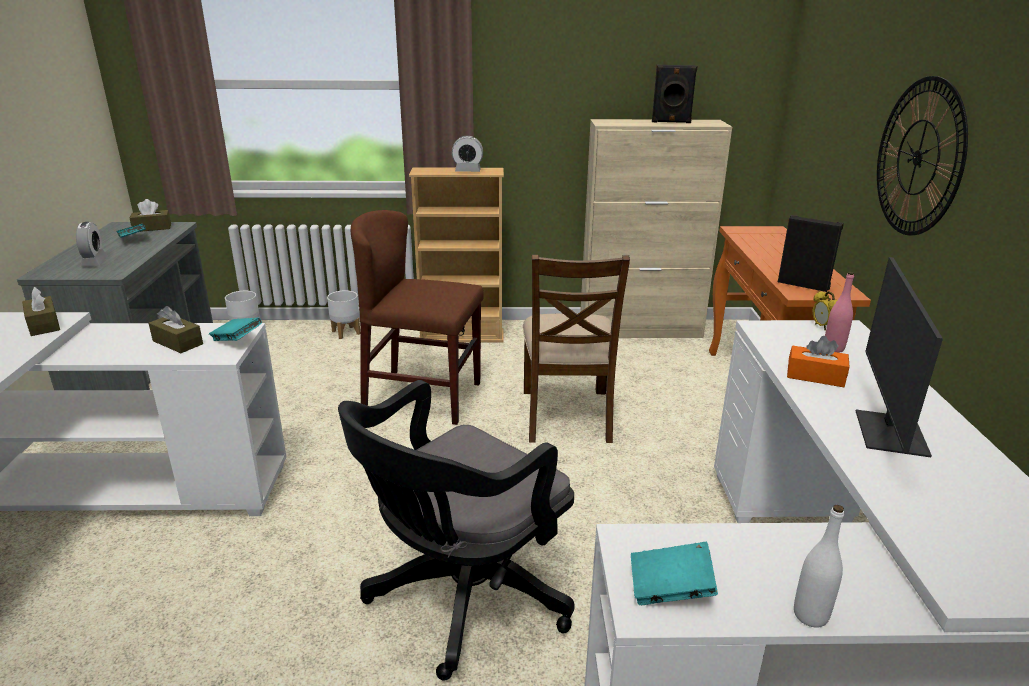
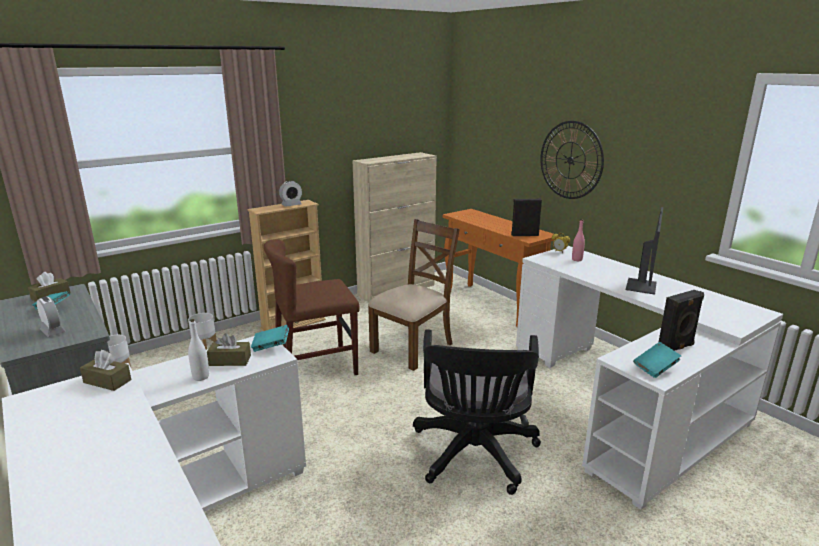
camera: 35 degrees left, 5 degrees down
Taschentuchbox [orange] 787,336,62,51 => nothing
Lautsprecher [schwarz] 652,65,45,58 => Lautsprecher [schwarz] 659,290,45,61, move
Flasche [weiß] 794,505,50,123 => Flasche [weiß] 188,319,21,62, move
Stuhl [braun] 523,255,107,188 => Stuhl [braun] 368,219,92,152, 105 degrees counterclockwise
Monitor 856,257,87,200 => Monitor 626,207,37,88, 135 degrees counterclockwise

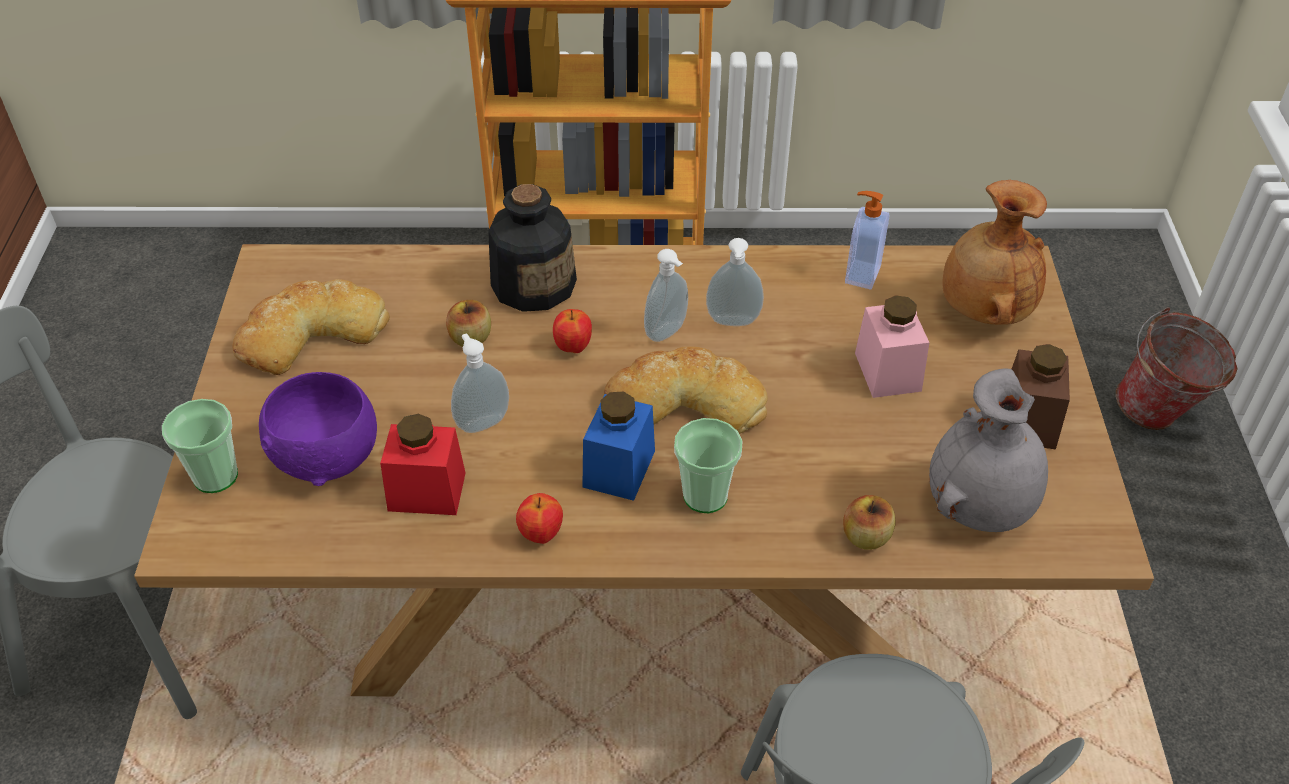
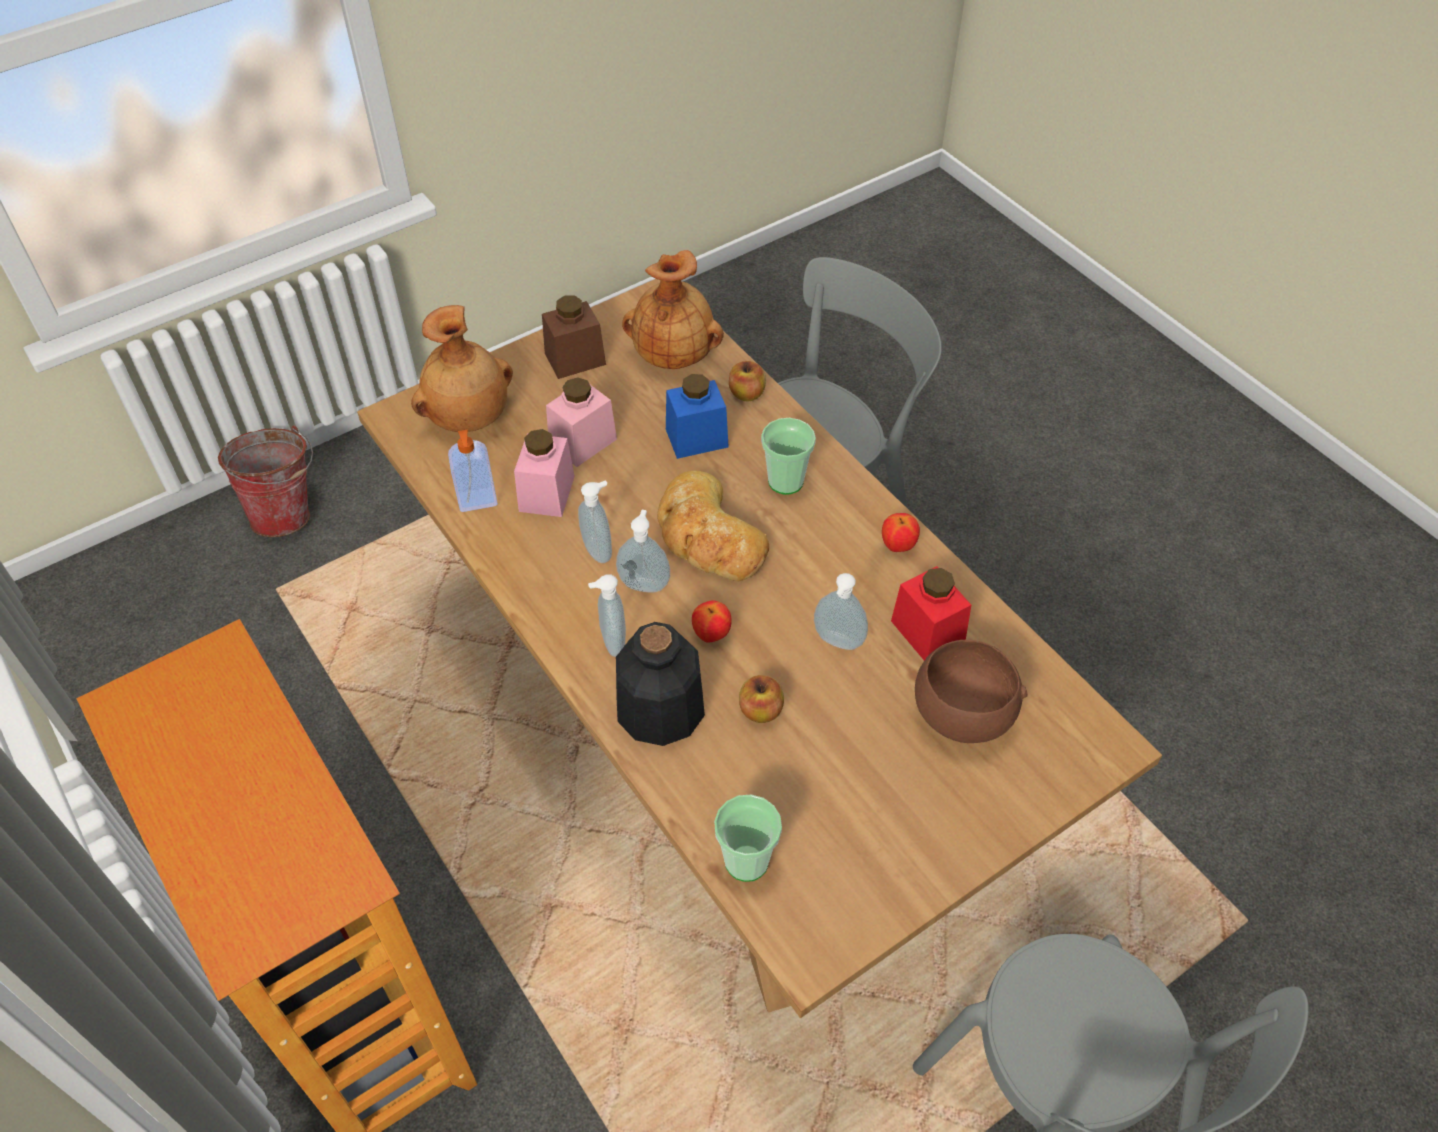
camera: 125 degrees left, 5 degrees up
Brot 232,279,158,96 => nothing
nothing => Vorratsglas [rosa] 514,429,60,88
nothing => Seifenspender 588,574,38,83
Tasse 162,399,76,94 => Tasse 714,795,68,87, move
Vorratsglas [blau] 582,392,73,109 => Vorratsglas [blau] 666,374,63,85, move
Schüssel [lila] 259,372,118,114 => Schüssel [braun] 915,640,113,103
Vase [grau] 929,368,119,164 => Vase [braun] 622,250,102,119

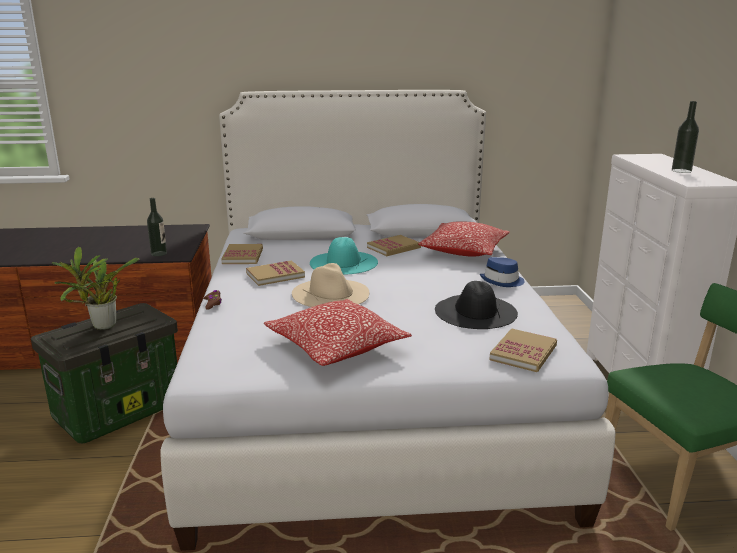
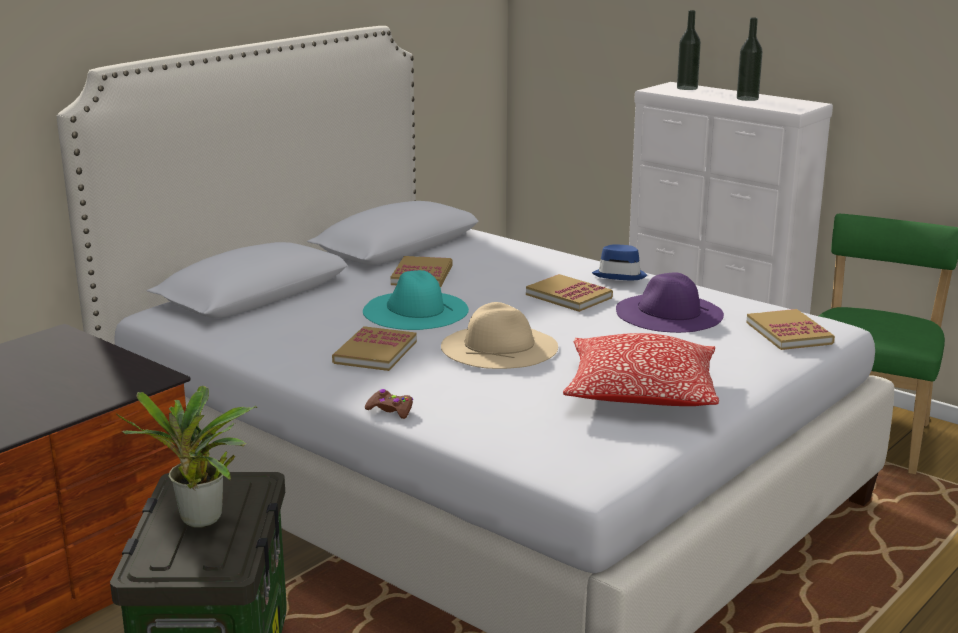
camera: 45 degrees left, 0 degrees up
Kissen 418,221,92,36 => nothing
Flasche 147,198,20,58 => Flasche 677,10,24,80, move
Buch 221,244,42,20 => Buch 526,274,87,38, move
Hut [schwarz] 435,281,83,48 => Hut [lila] 616,273,108,60

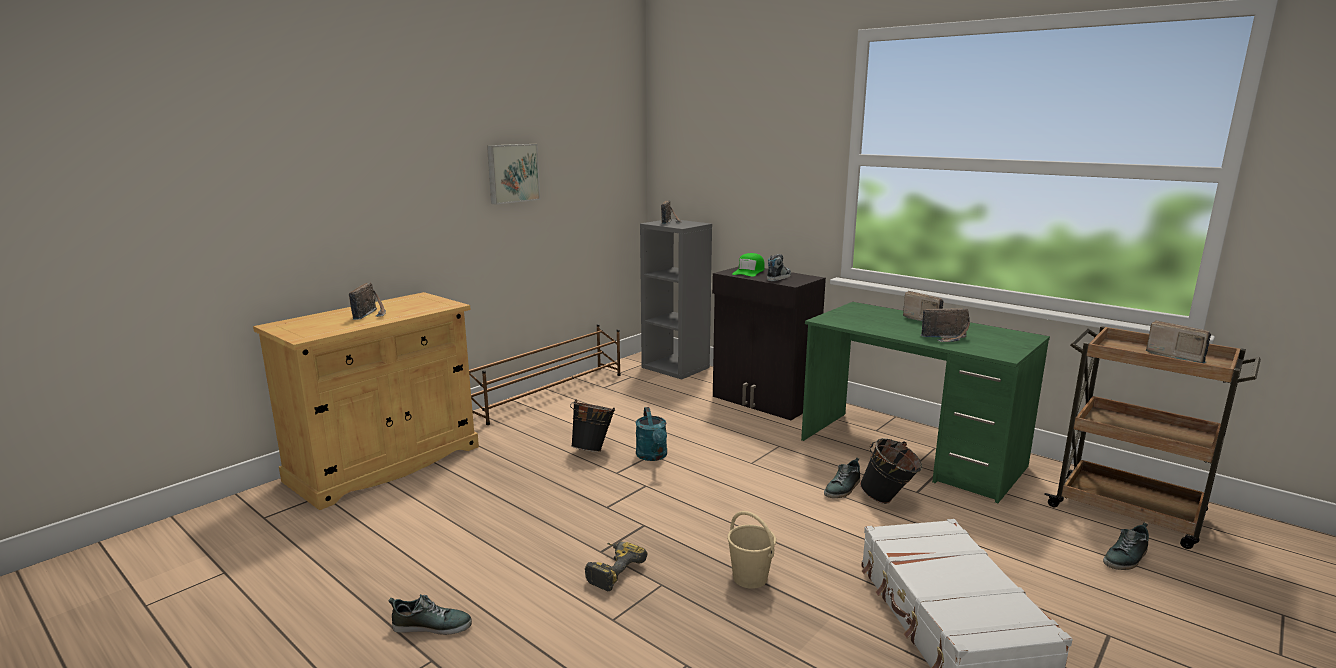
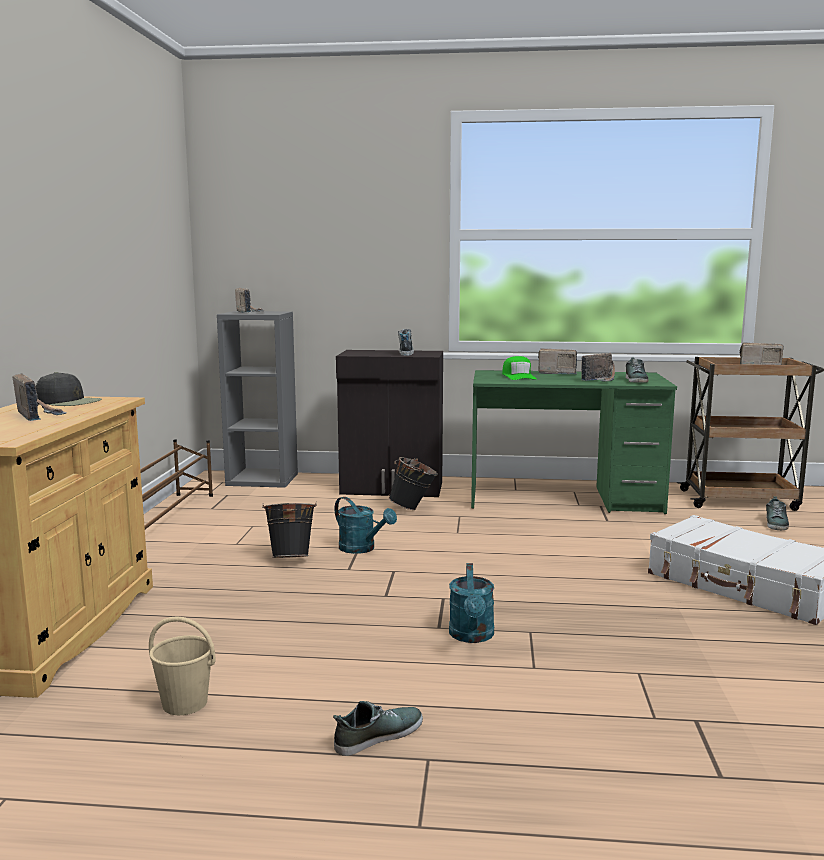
camera: 35 degrees left, 5 degrees down
Bild 487,144,53,61 => nothing
nothing => Kappe [schwarz] 36,372,66,34
Eimer [beige] 728,511,48,78 => Eimer [beige] 149,616,66,99, move
Kappe [grün] 732,253,33,24 => Kappe [grün] 502,356,35,24, move
Schuh 824,458,36,40 => Schuh 626,358,22,25, move
Eimer [schwarz] 860,438,62,66 => Eimer [schwarz] 389,457,49,53, move
Bohrmaschine 585,541,62,50 => Gießkanne [türkis] 449,563,45,80

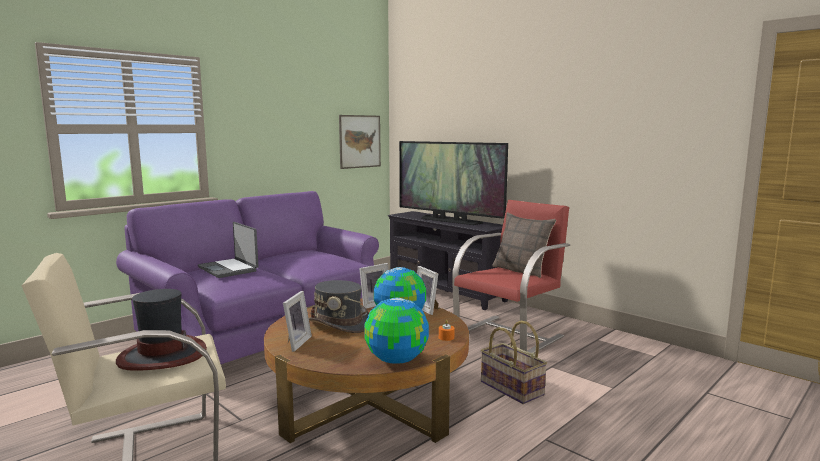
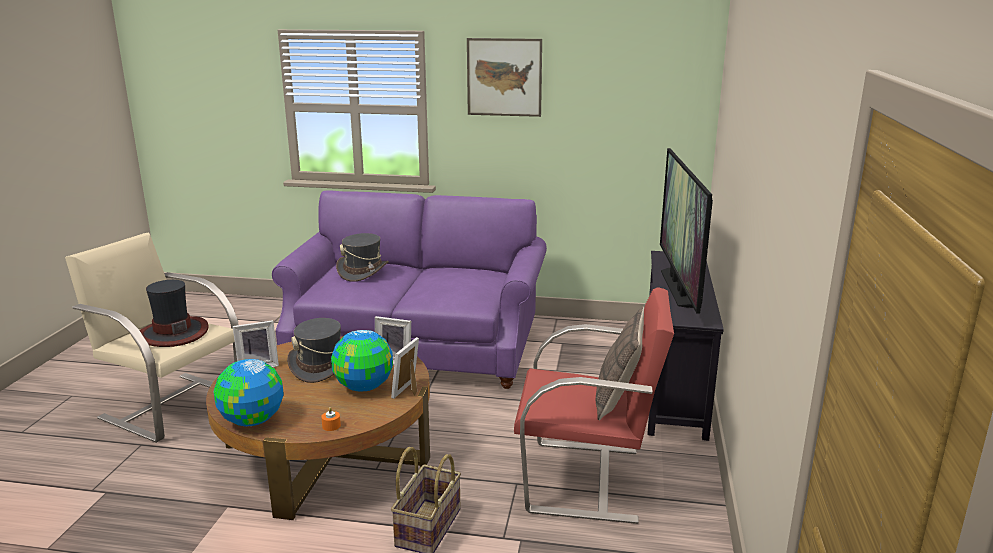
camera: 55 degrees right, 10 degrees up
Bild 339,115,42,54 => Bild 467,38,75,79, move
Laptop 198,222,61,56 => Hut [grau] 336,233,53,49

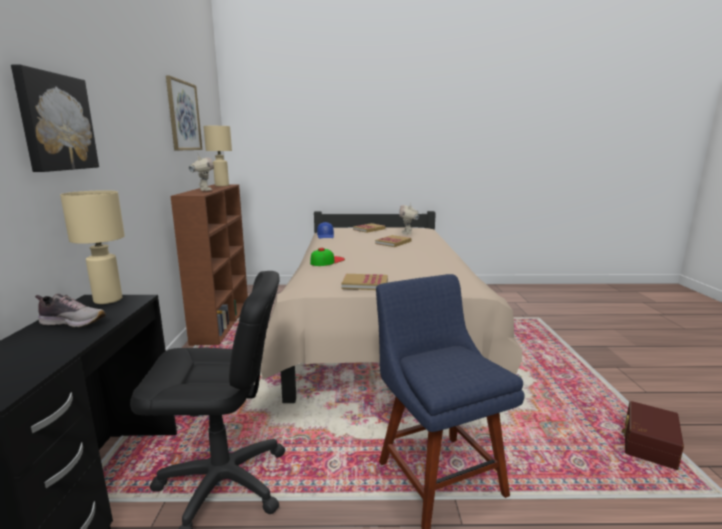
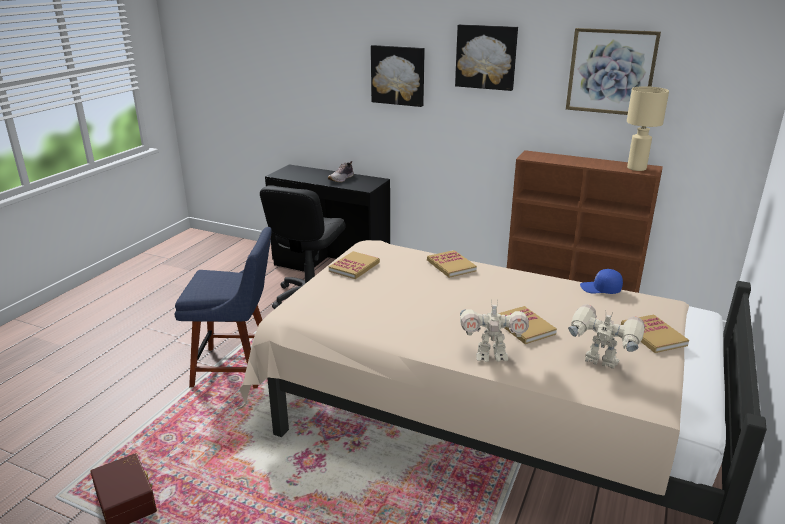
camera: 115 degrees right, 10 degrees up
Tischlampe [beige] 60,190,65,114 => nothing
nothing => Bild 455,24,63,67
Spielzeugroboter 189,152,25,39 => Spielzeugroboter 460,301,69,61, move
Kappe 310,248,35,18 => Buch 427,250,50,28

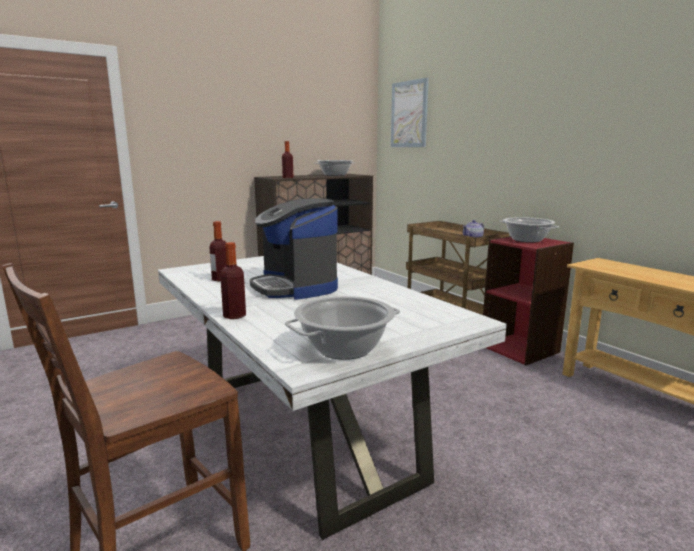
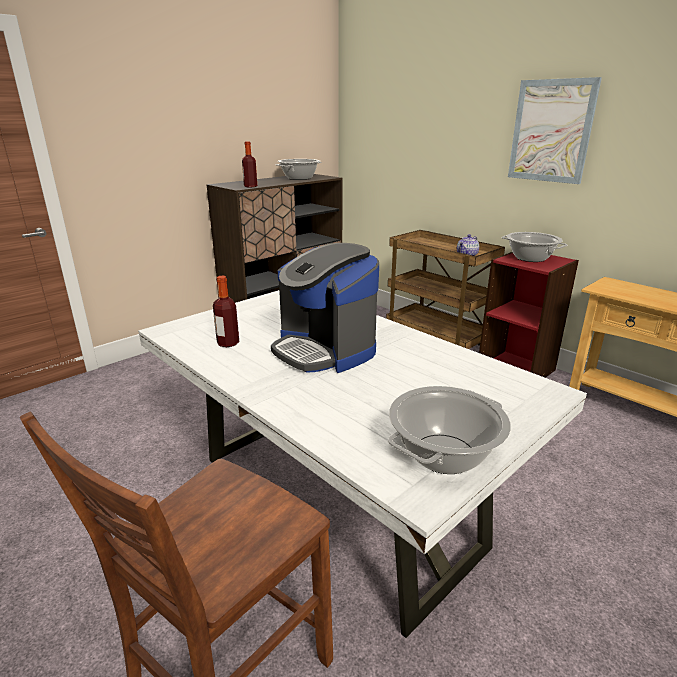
camera: 10 degrees left, 10 degrees up
Flasche 220,242,26,77 => nothing
Bild 391,78,38,69 => Bild 508,77,94,107, move

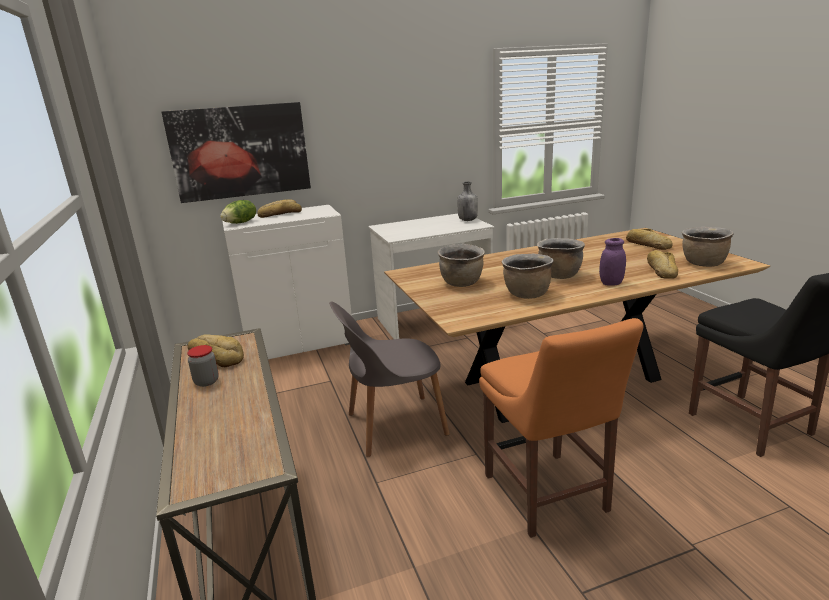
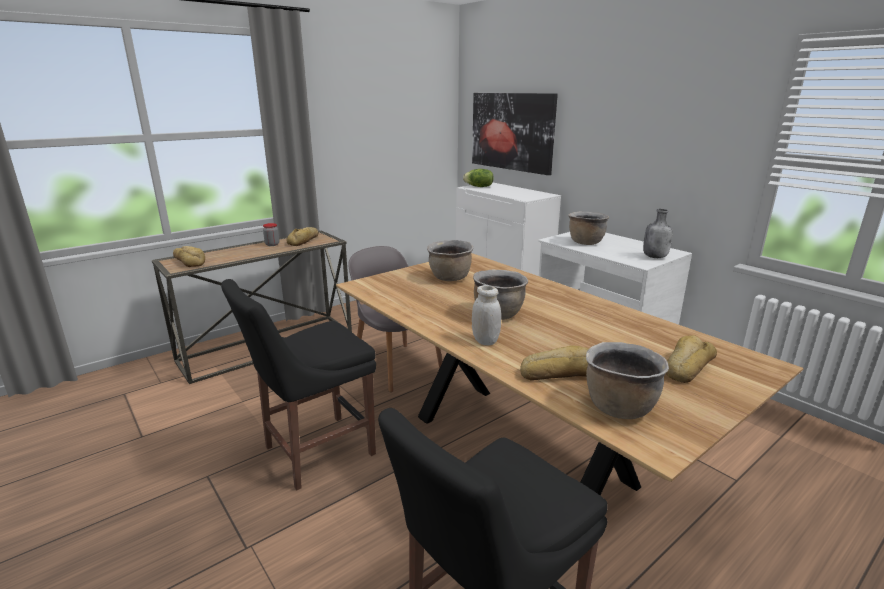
camera: 70 degrees right, 0 degrees up
Brot 257,199,45,19 => Brot 173,246,32,21, move
Kochtopf [braun] 502,253,52,46 => Kochtopf [braun] 568,211,41,34, move
Stuhl [orange] 479,318,165,220 => Stuhl [schwarz] 221,279,155,211
Vorratsglas [lila] 599,238,27,47 => Vorratsglas [weiß] 472,285,29,60

